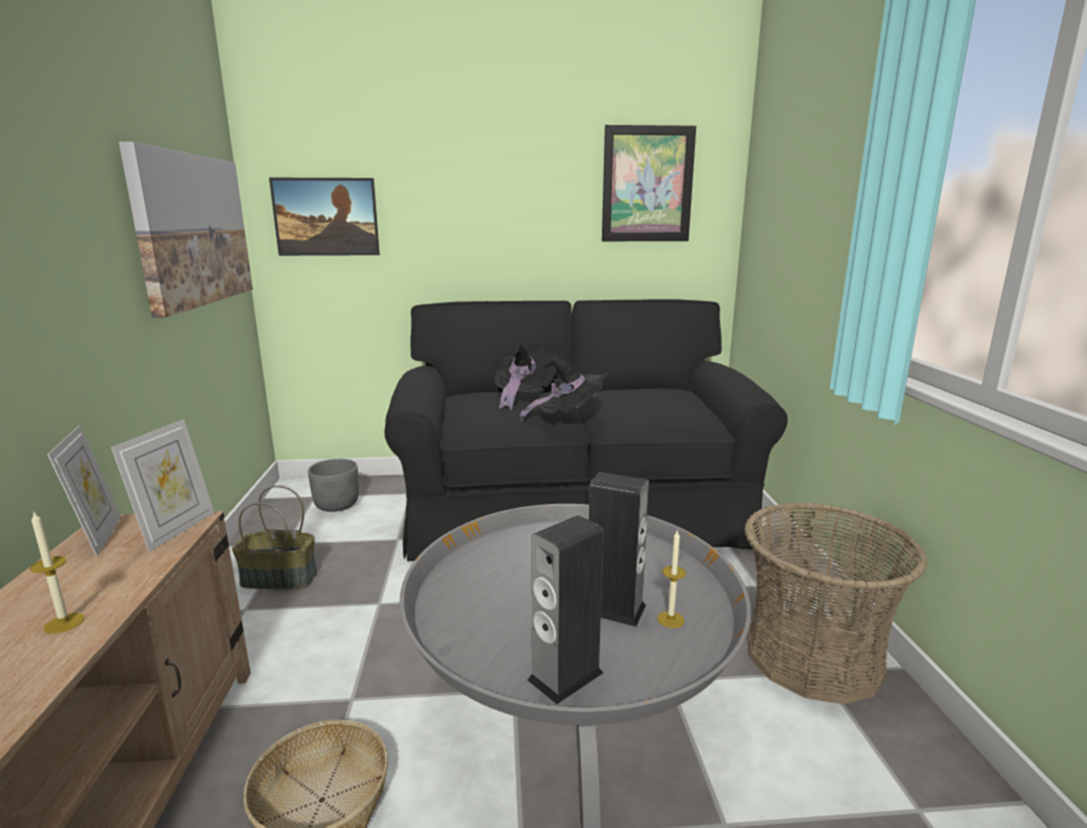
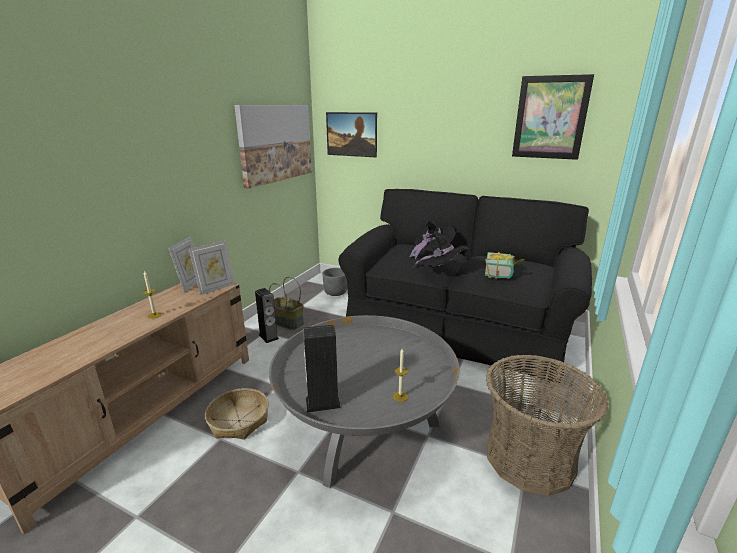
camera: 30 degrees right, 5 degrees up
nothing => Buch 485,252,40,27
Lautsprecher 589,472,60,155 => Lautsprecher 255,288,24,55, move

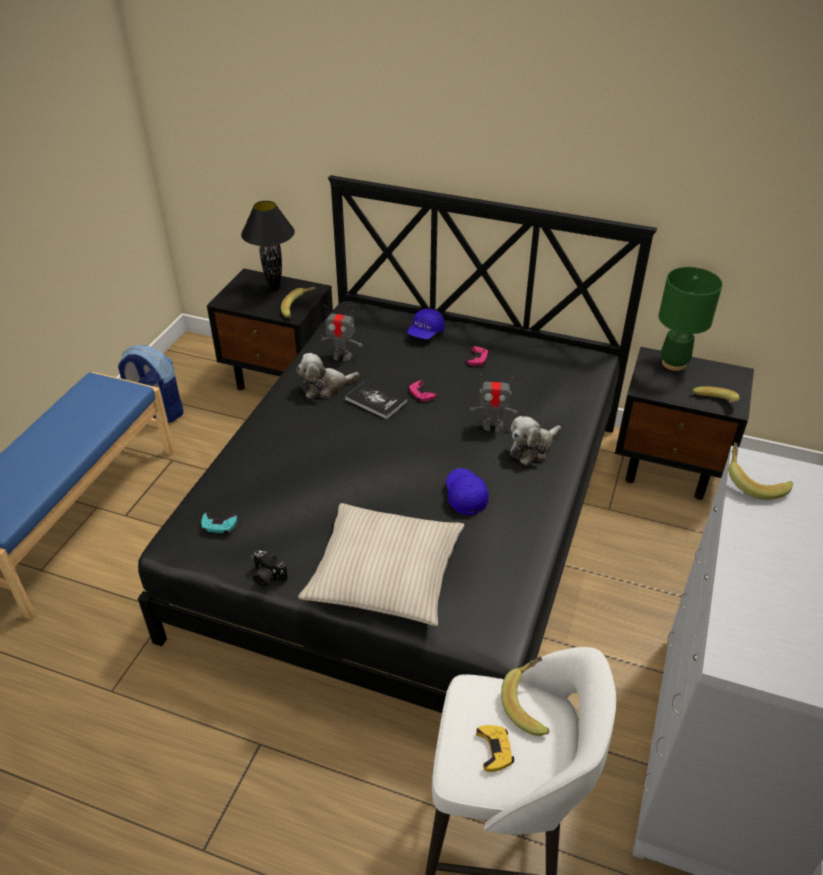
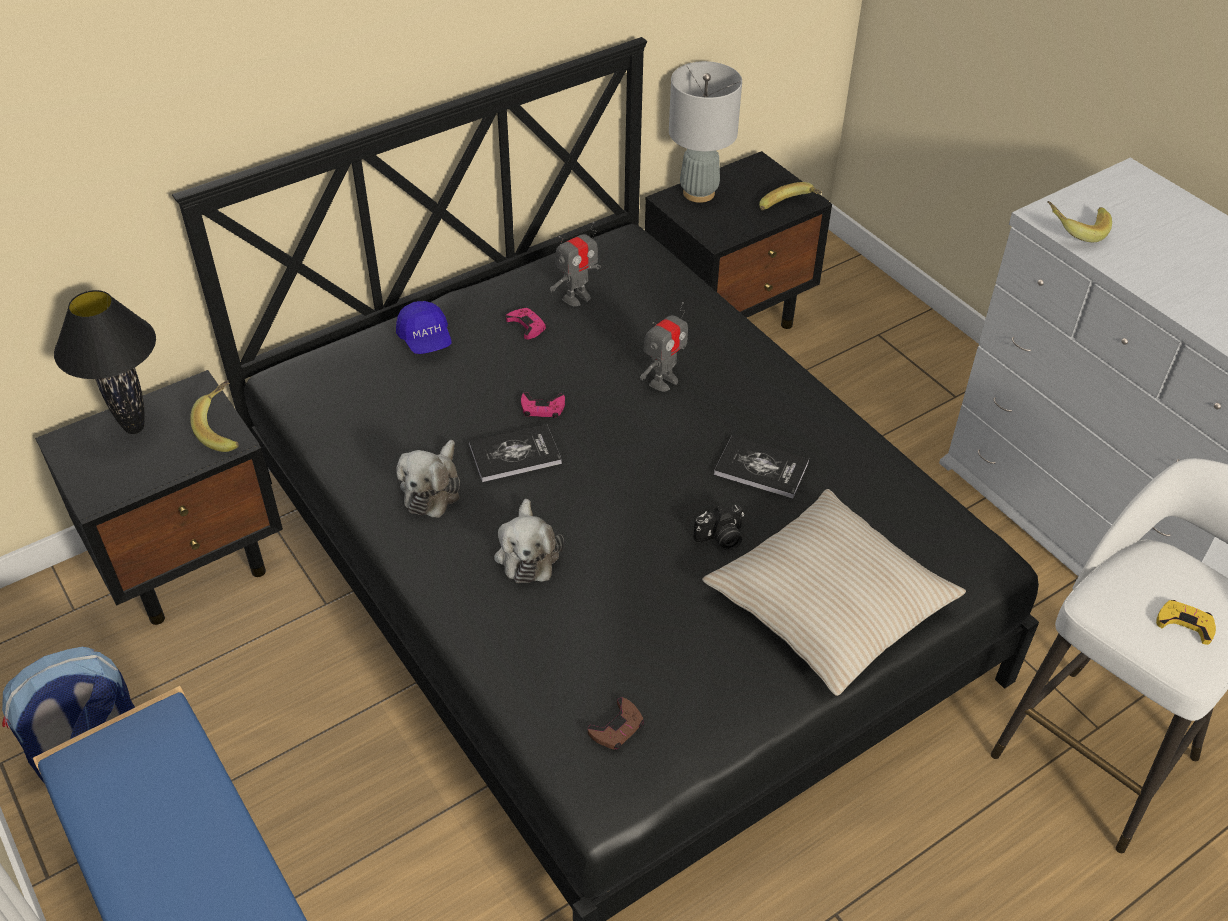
camera: 55 degrees left, 5 degrees up
Banane 501,656,49,80 => nothing
Kamera 252,550,36,37 => Kamera 693,505,51,45, move
Spielzeugroboter 321,305,42,56 => Spielzeugroboter 549,222,52,84, move
Plüschtier 510,416,51,49 => Plüschtier 494,499,70,84, move
Kappe [blau] 446,468,43,47 => Buch 714,436,95,63
Gamepad [türkis] 201,512,36,22 => Gamepad [braun] 588,697,56,53
Tischlampe [grün] 659,267,63,104 => Tischlampe [grau] 669,61,73,142

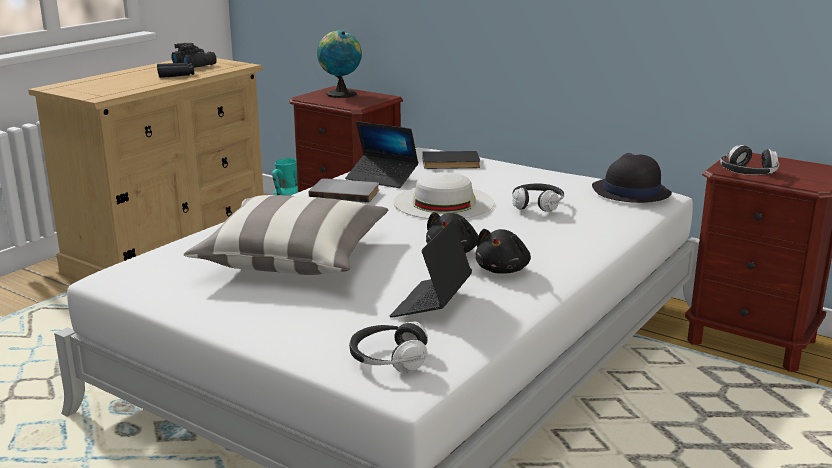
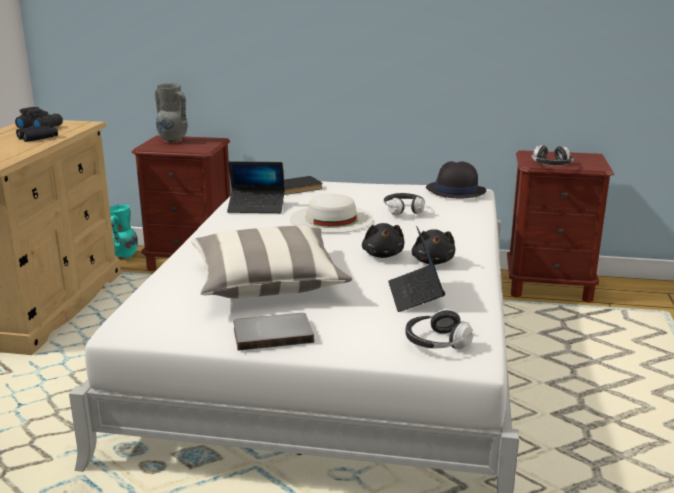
camera: 25 degrees left, 0 degrees up
Buch [grau] 309,179,70,24 => Buch [grau] 233,313,81,38, move
Globus 317,30,45,68 => Vase [grau] 155,83,33,60

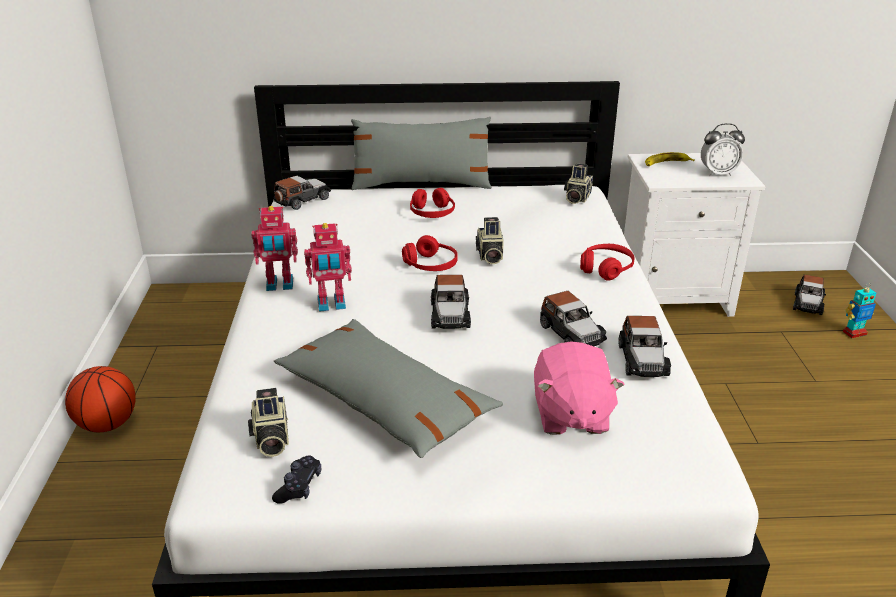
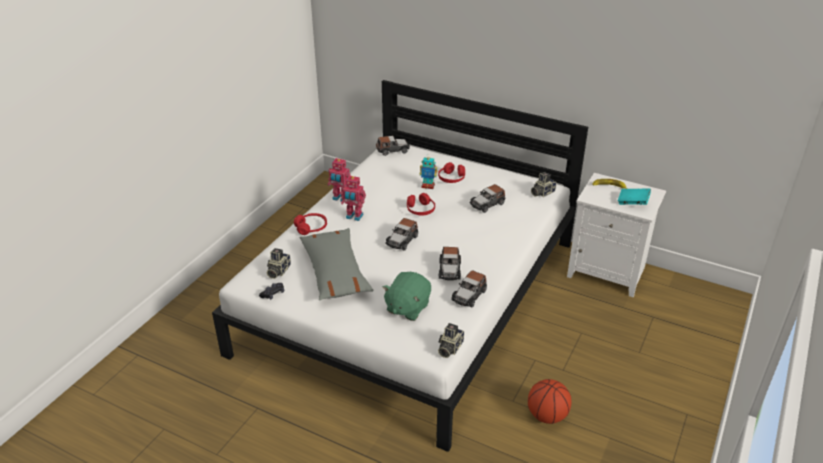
camera: 30 degrees right, 5 degrees up
Kissen [grau] 351,117,141,73 => nothing
Basketball 65,366,71,66 => Basketball 528,379,43,45, move
Kamera 476,217,28,47 => Kamera 438,323,26,35, move
Kopfhörer [rot] 580,244,55,37 => Kopfhörer [rot] 294,213,33,22, move
Spielzeugauto 793,275,33,40 => Spielzeugauto 469,184,36,29, move
Spielzeugroboter 843,284,33,54 => Spielzeugroboter 420,154,17,35, move
Wecker 701,123,44,54 => Buch [türkis] 618,188,33,17
Plüschtier [rosa] 534,341,91,94 => Plüschtier [grün] 383,272,48,49

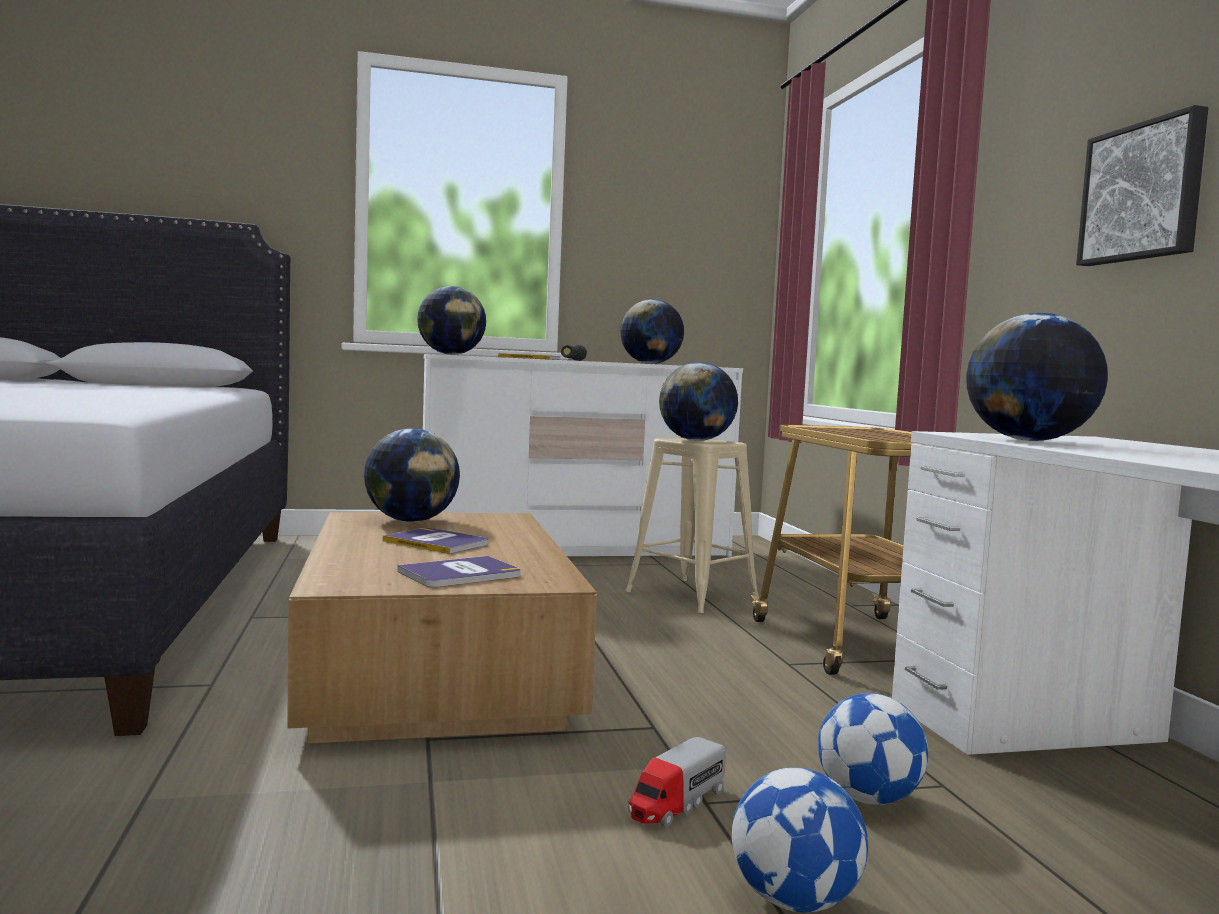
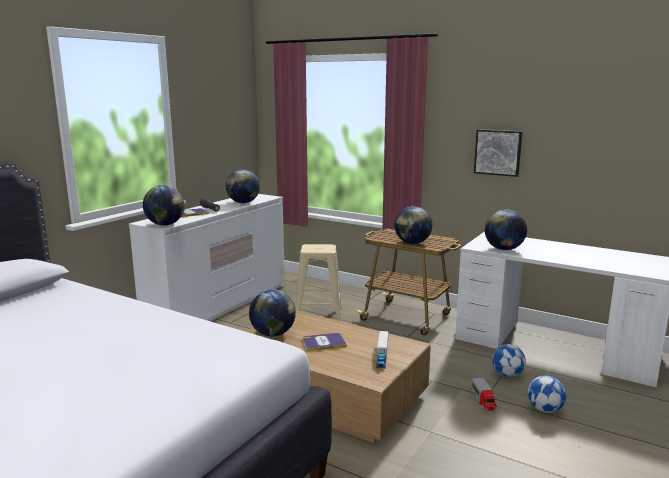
camera: 45 degrees left, 10 degrees up
Globus 659,362,79,79 => Globus 394,206,39,38, move
Buch 397,556,124,31 => Spielzeuglaster 376,331,12,38

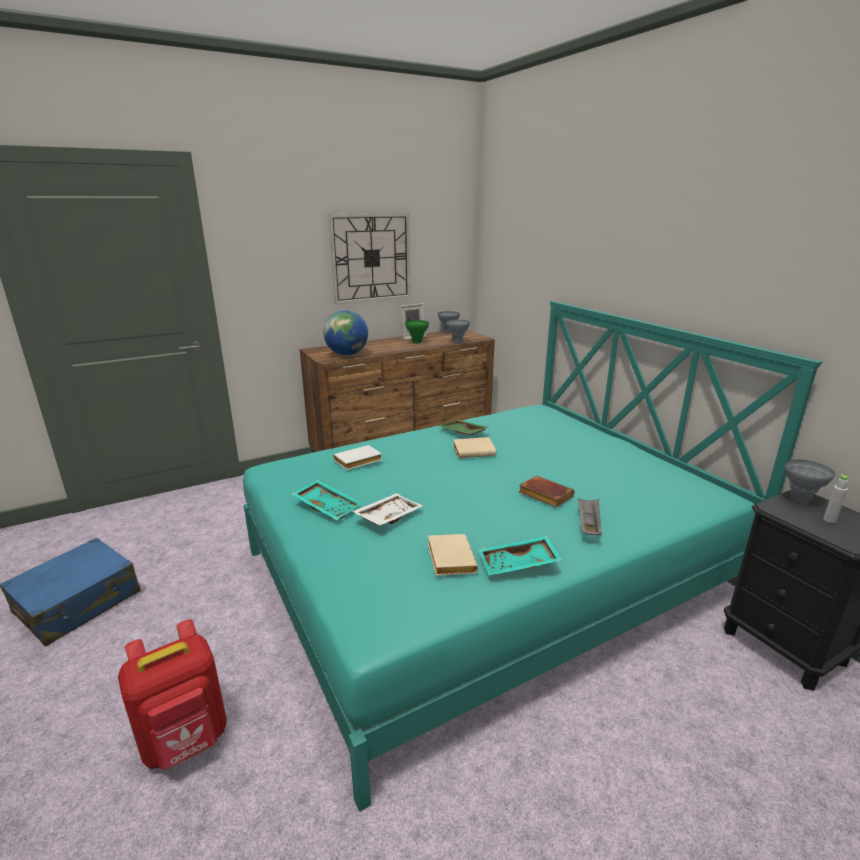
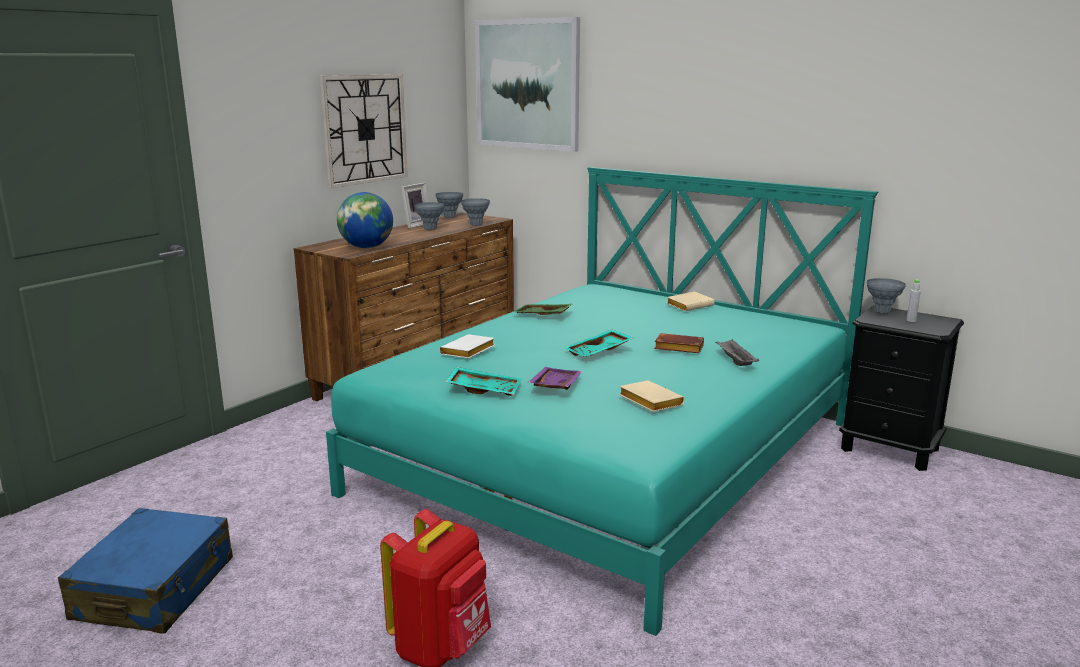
camera: 25 degrees left, 5 degrees down
nothing => Bild 475,17,105,135
Buch [beige] 453,437,43,21 => Buch [beige] 667,292,47,19, move
Tablett [türkis] 478,535,84,40 => Tablett [türkis] 564,329,69,28, move
Tablett [weiß] 352,493,71,33 => Tablett [lila] 528,367,55,23
Vase [grün] 405,320,24,24 => Vase [grau] 415,202,29,28

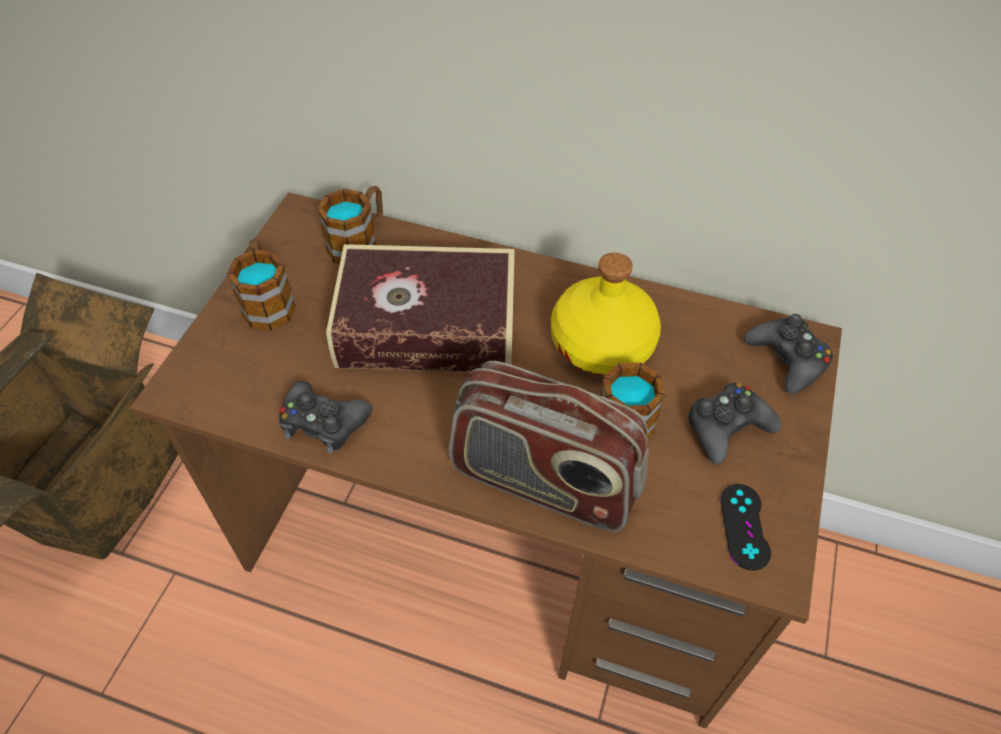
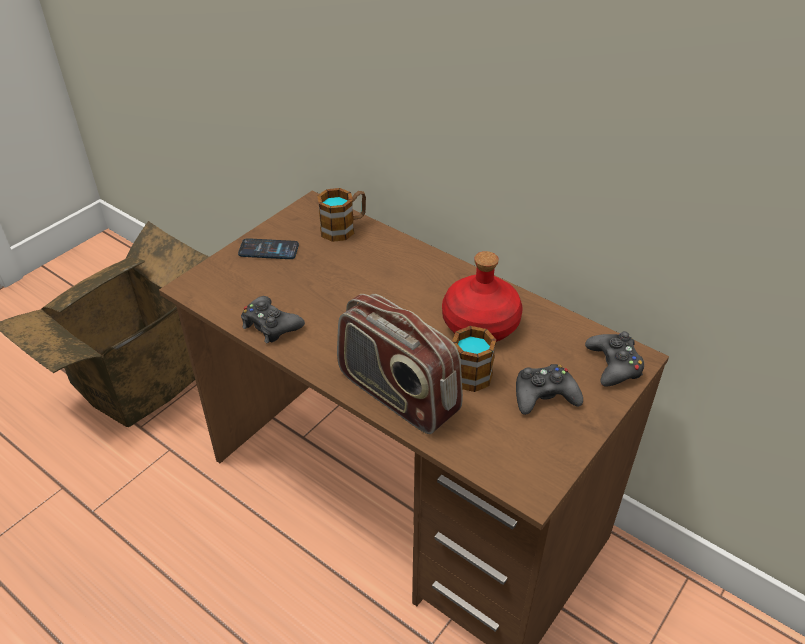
camera: 20 degrees right, 10 degrees down
Buch 326,244,189,128 => nothing
Gamepad [schwarz] 720,484,51,87 => nothing
Henkelbecher 227,239,69,92 => Handy 238,238,61,21
Flasche [gelb] 551,253,110,122 => Flasche [rot] 442,251,81,91

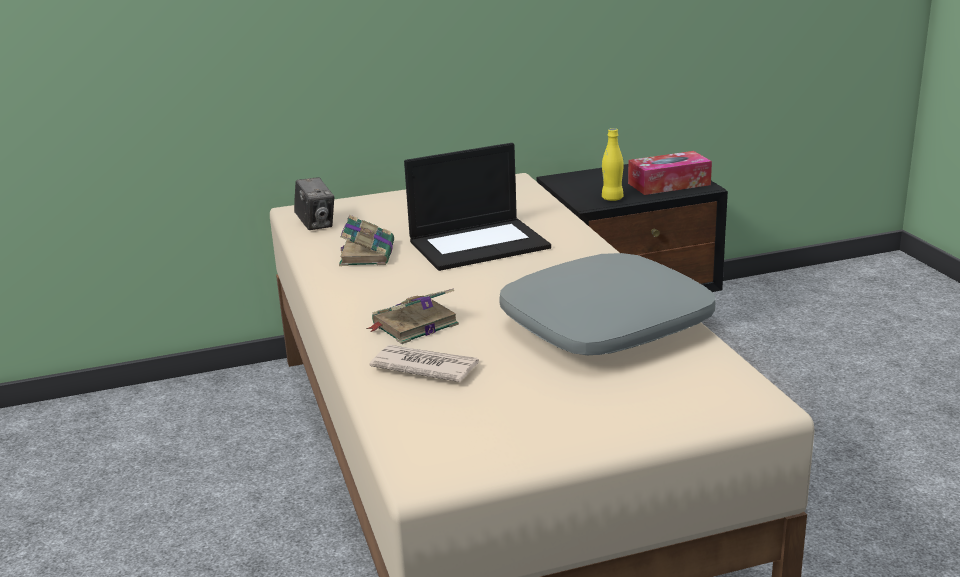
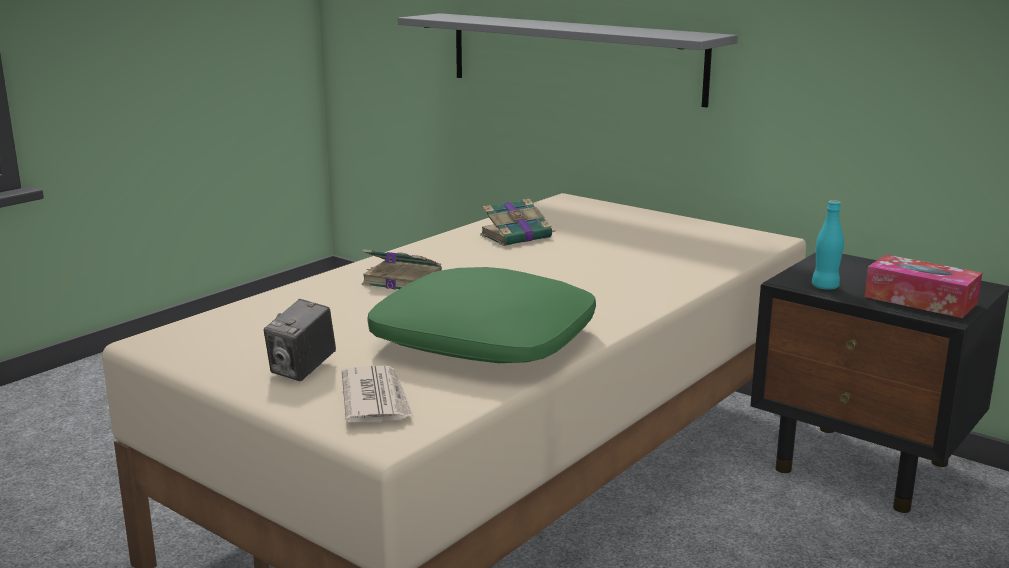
camera: 55 degrees right, 5 degrees down
Laptop 404,143,147,128 => nothing
nothing => Wandregal [grau] 398,13,340,95
Kamera 294,177,40,53 => Kamera 264,299,72,82, move
Zeitung 369,345,110,37 => Zeitung 342,366,71,57, move
Kissen [grau] 499,253,217,102 => Kissen [grün] 367,267,229,96
Flasche [gelb] 602,128,22,73 => Flasche [türkis] 812,200,32,90

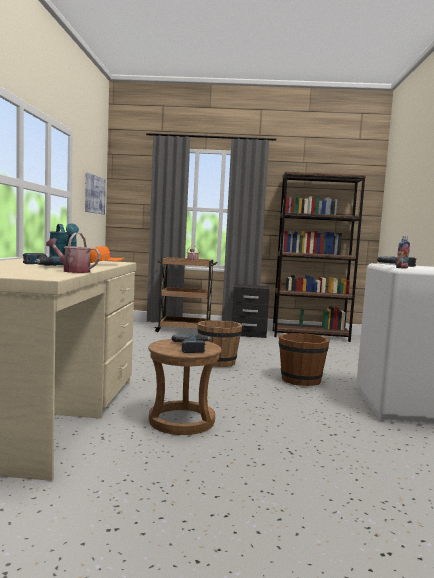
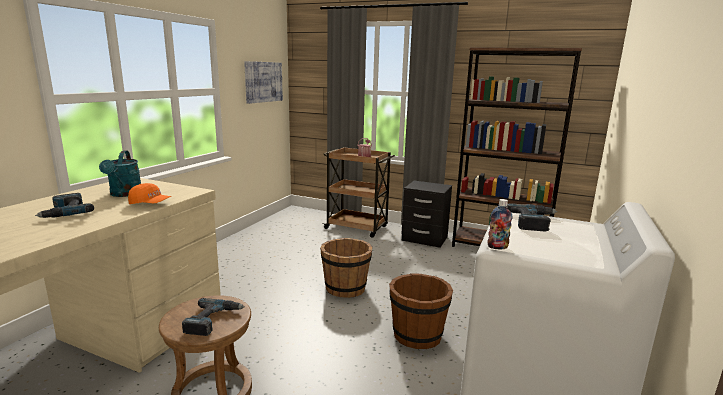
camera: 20 degrees right, 10 degrees up
Gießkanne 46,233,54,40 => nothing

